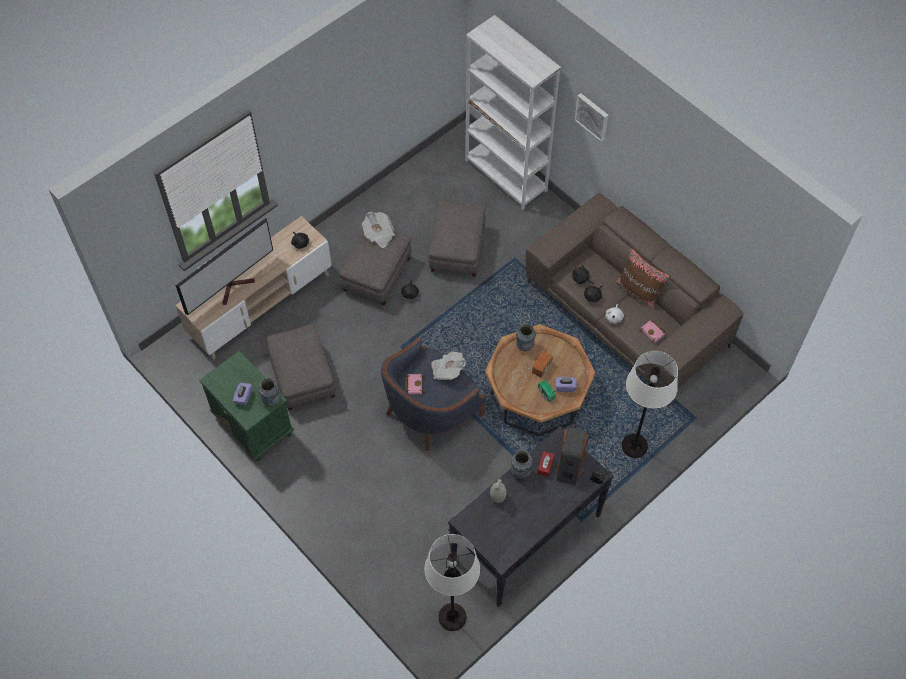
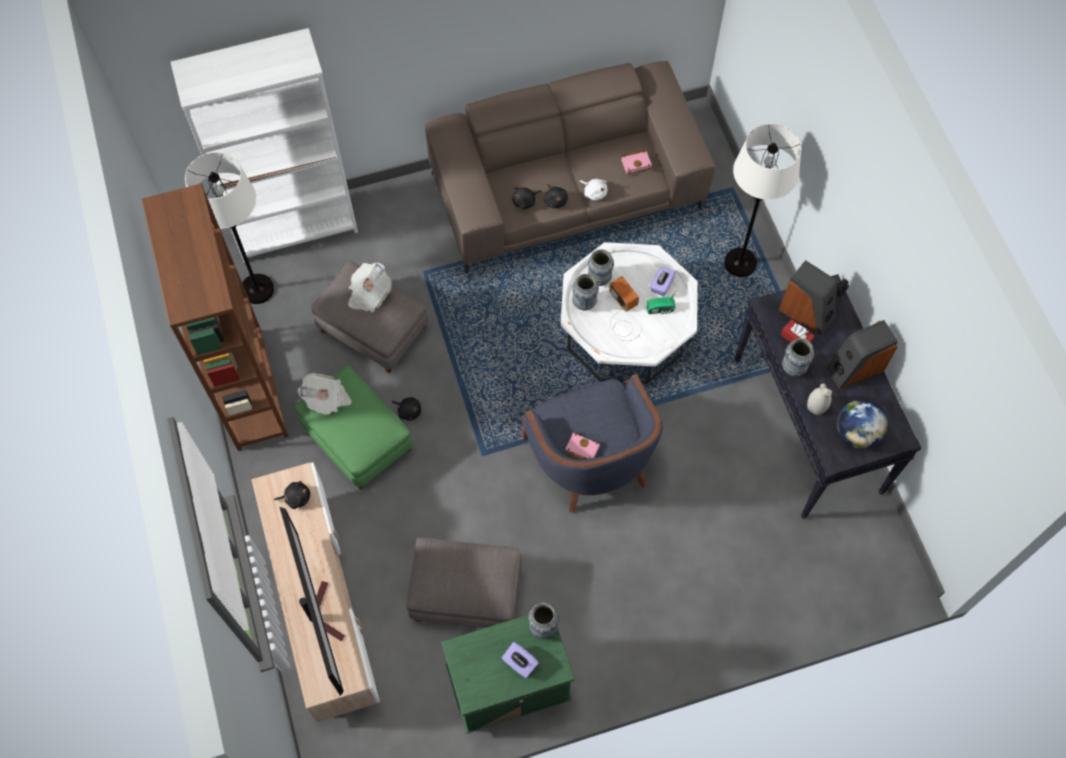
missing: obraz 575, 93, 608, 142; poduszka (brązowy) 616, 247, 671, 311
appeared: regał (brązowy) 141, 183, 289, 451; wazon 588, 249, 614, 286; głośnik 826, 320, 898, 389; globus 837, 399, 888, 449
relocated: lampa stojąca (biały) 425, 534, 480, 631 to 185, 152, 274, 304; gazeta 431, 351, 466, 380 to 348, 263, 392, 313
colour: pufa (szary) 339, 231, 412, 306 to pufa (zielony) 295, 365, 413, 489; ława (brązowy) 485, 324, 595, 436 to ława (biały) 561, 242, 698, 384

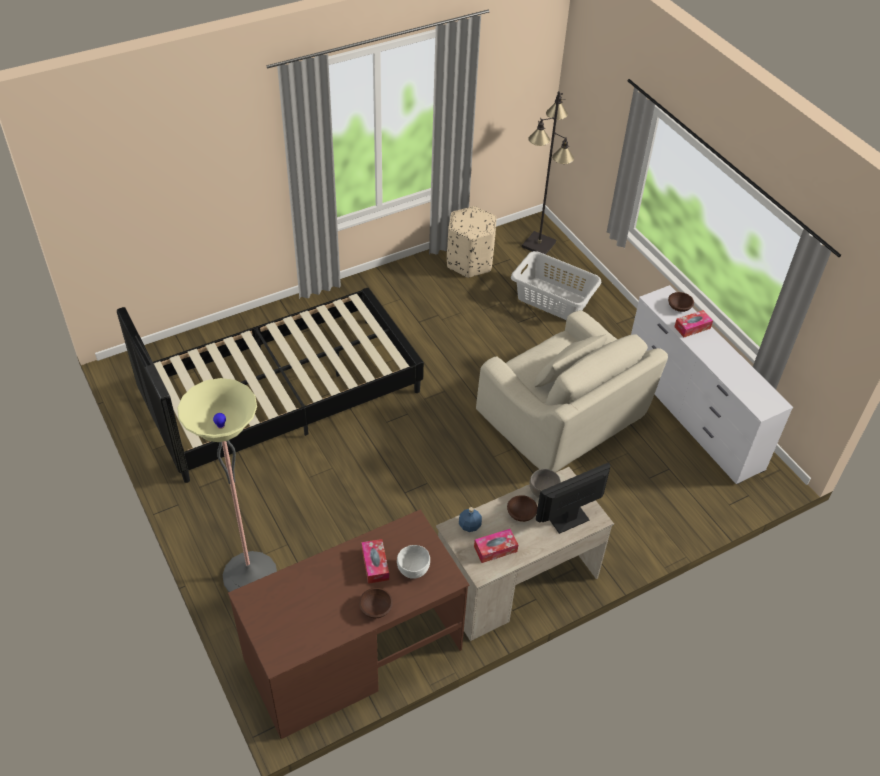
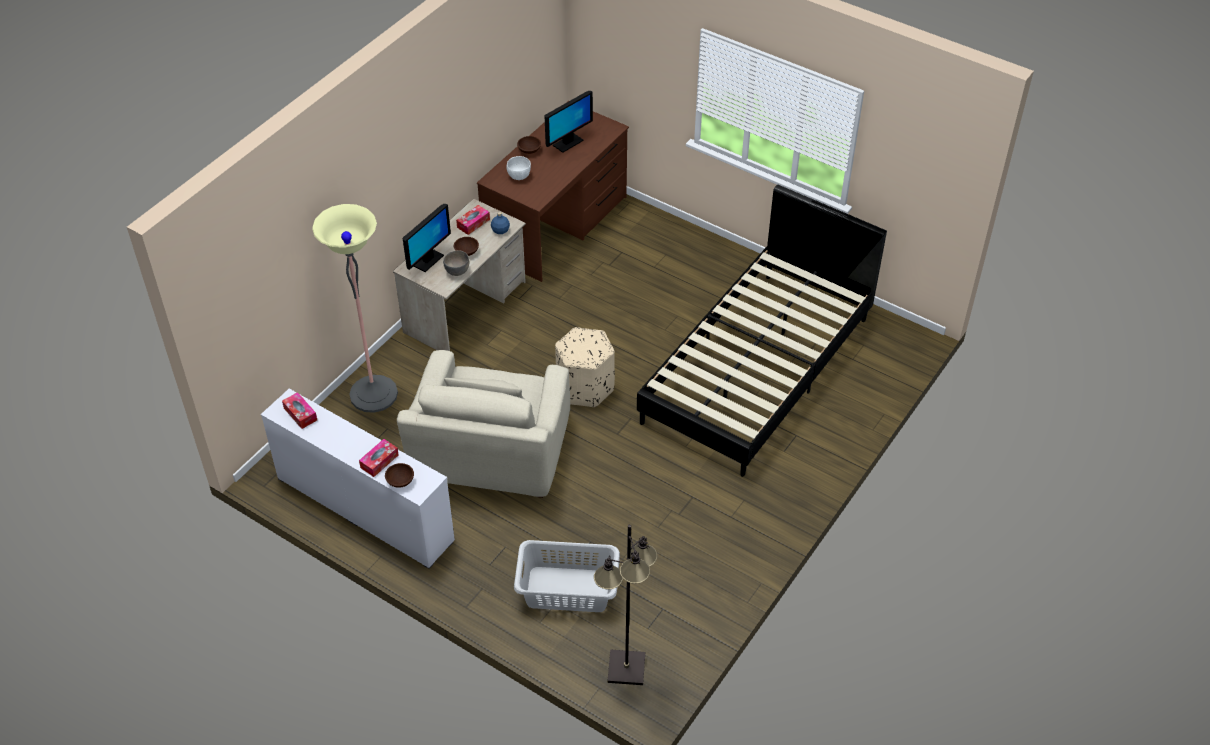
appeared: monitor 545, 91, 593, 153
relocated: pudełko chusteczek 362, 539, 389, 584 to 282, 392, 317, 429; lampa stojąca 177, 378, 277, 592 to 312, 204, 398, 413; pufa (beżowy) 447, 206, 497, 278 to 555, 327, 615, 407
spun: fotel (beżowy) 476, 310, 668, 472 = 397, 350, 570, 498 105 degrees counterclockwise

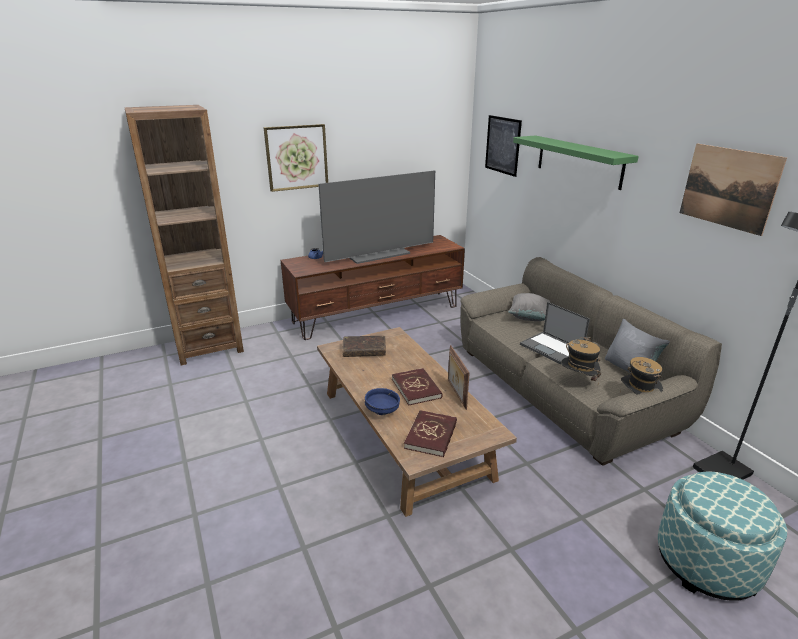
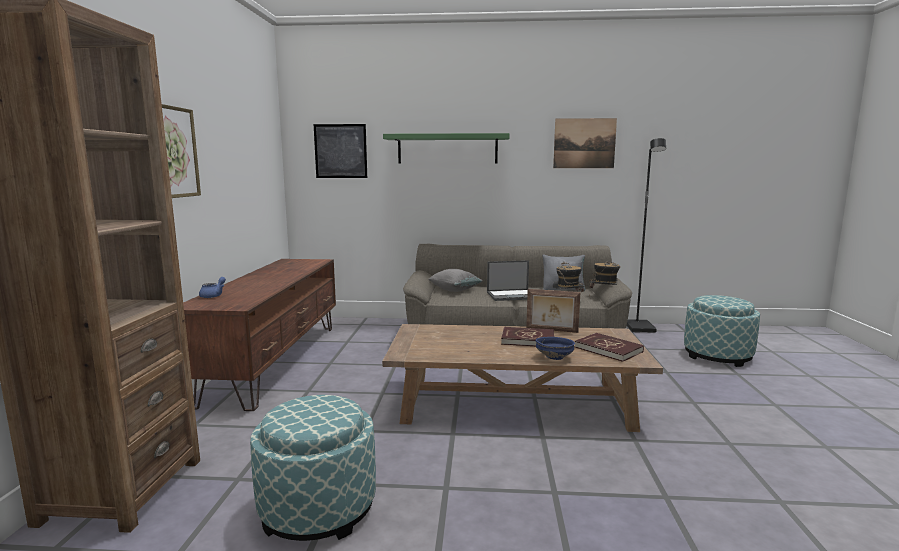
missing: telewizor 318, 170, 435, 264; książka (brązowy) 342, 336, 386, 357
appeared: pufa 250, 395, 376, 541

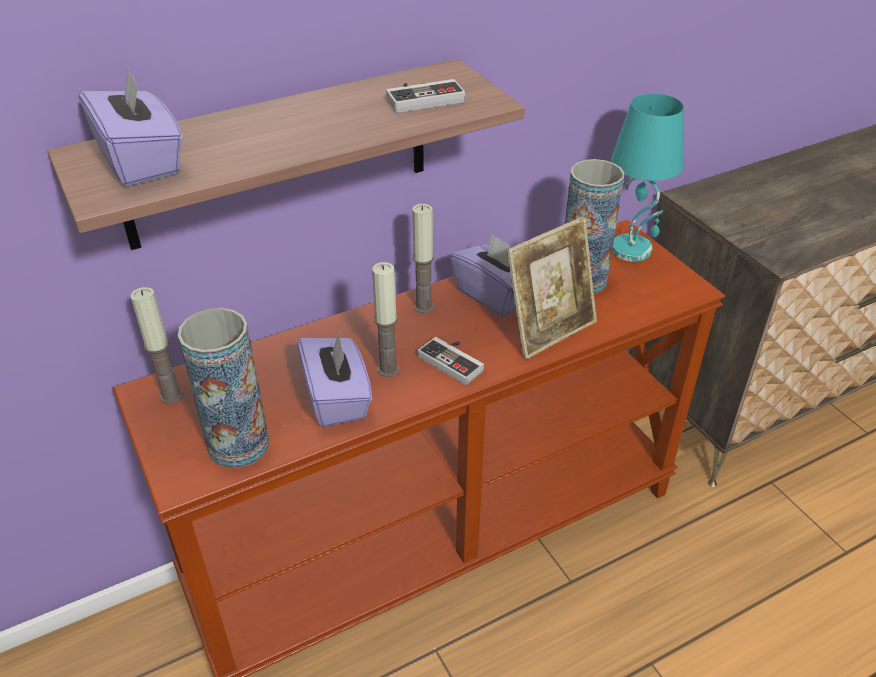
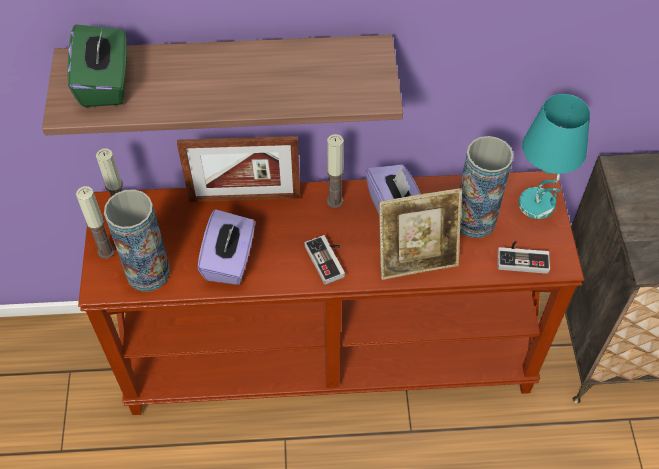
appeared: ramka na zdjęcie 177, 136, 300, 202
relocated: świeca 372, 262, 399, 377 to 76, 186, 115, 259; pad do gier 386, 79, 465, 113 to 498, 241, 550, 274
colour: pudełko chusteczek (fioletowy) 79, 68, 183, 187 to pudełko chusteczek (zielony) 67, 24, 127, 107

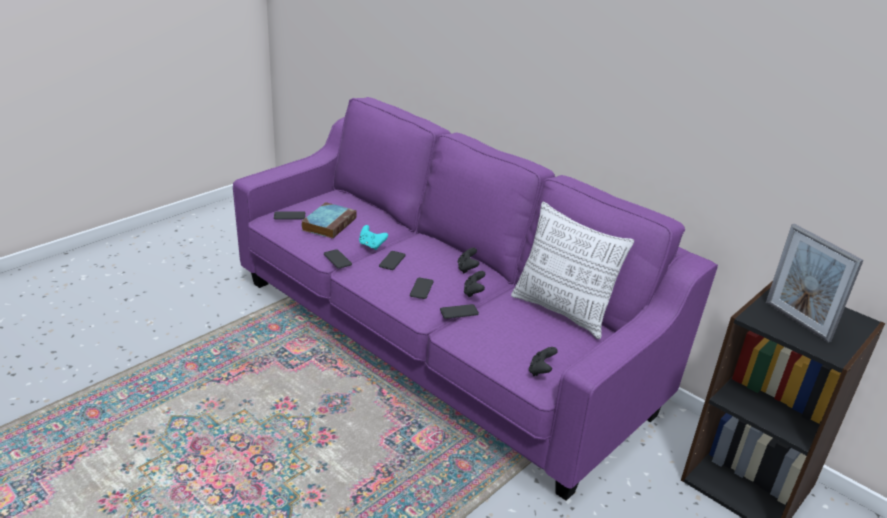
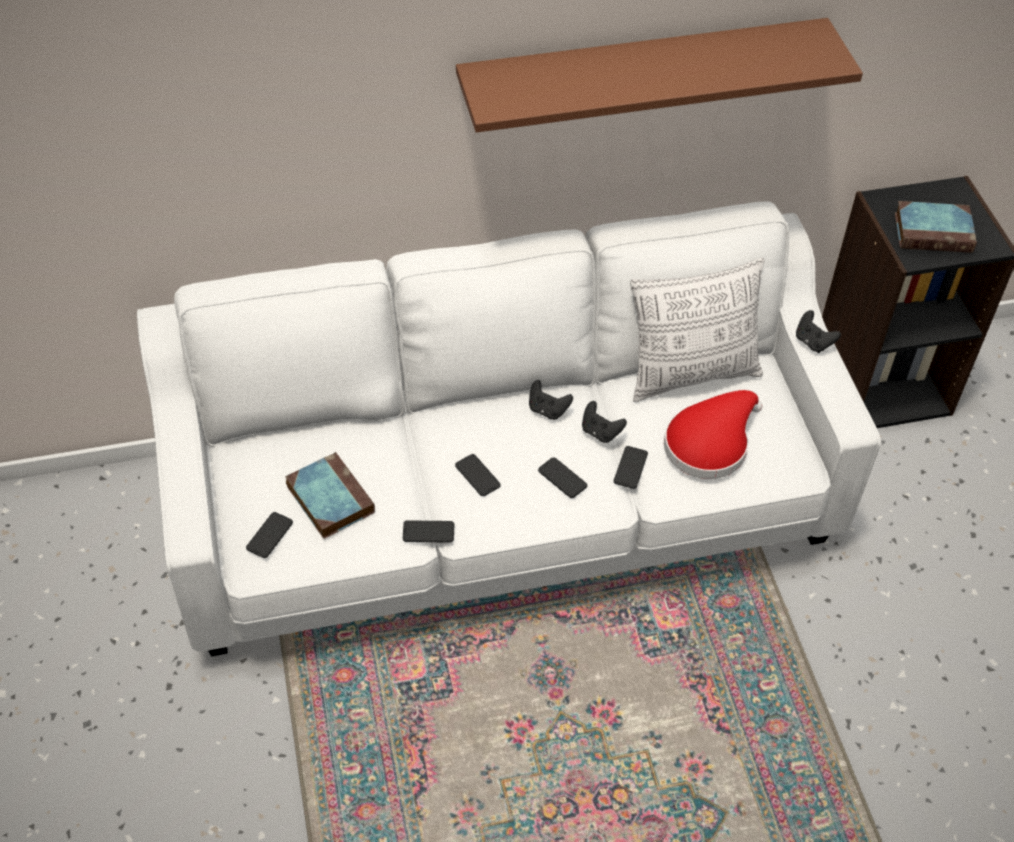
missing: pad do gier (turkusowy) 359, 225, 388, 250
appeared: półka (brązowy) 456, 18, 863, 133; kapelusz (czerwony) 664, 390, 762, 479
relocated: pad do gier (czarny) 529, 347, 558, 376 to 796, 310, 841, 353
exchanged: ramka na zdjęcie 766, 224, 863, 343 to książka 895, 201, 977, 253
colour: kanapa (fioletowy) 233, 97, 718, 501 to kanapa (biały) 137, 201, 881, 656

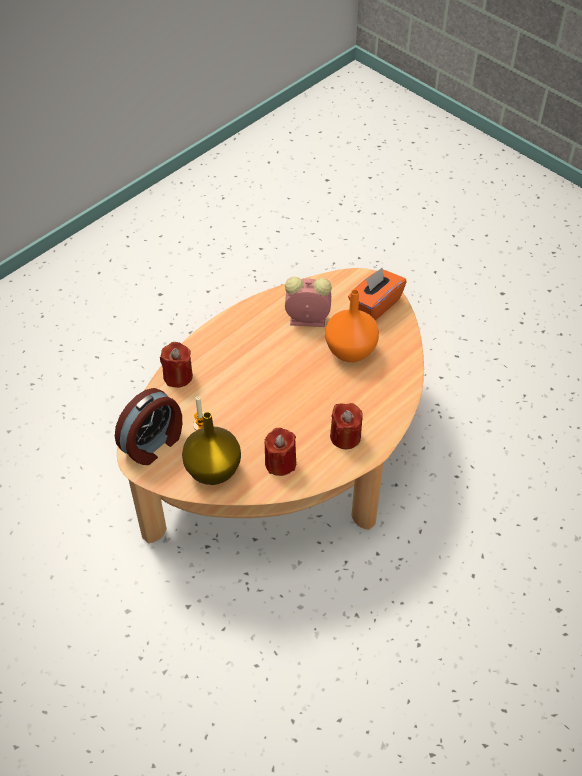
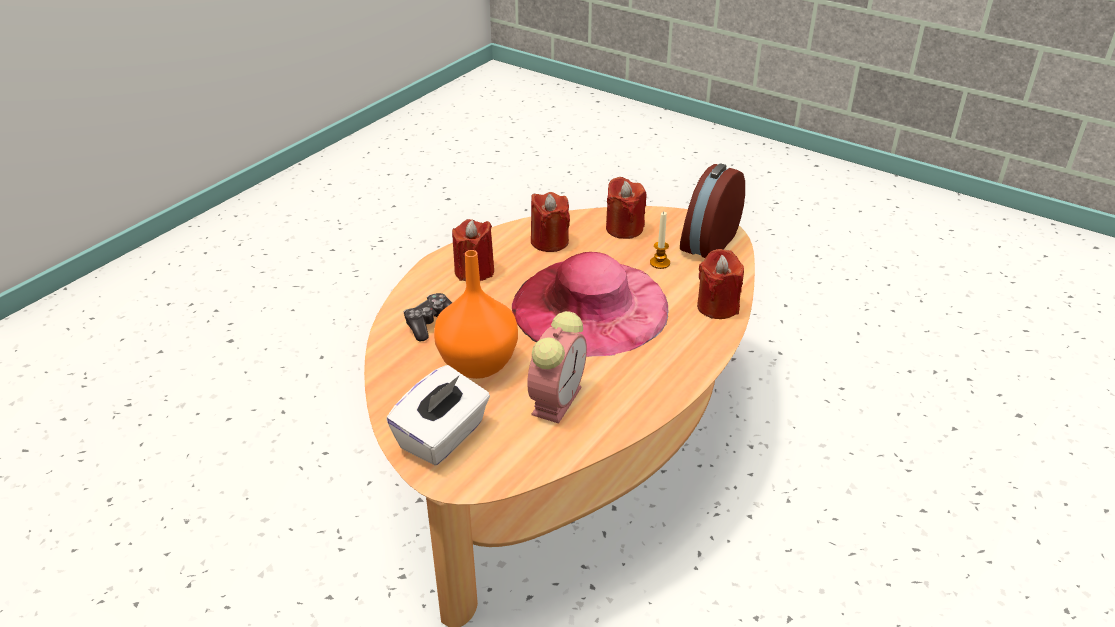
appeared: pad do gier 404, 293, 452, 341; kapelusz (różowy) 512, 252, 668, 357
exchanged: wazon (żółty) 182, 412, 241, 485 to świeca (czerwony) 606, 177, 646, 239
colour: pudełko chusteczek (pomarańczowy) 348, 268, 407, 320 to pudełko chusteczek (biały) 386, 365, 490, 465
spun: budzik 285, 277, 332, 327 = 527, 311, 587, 424 60 degrees counterclockwise

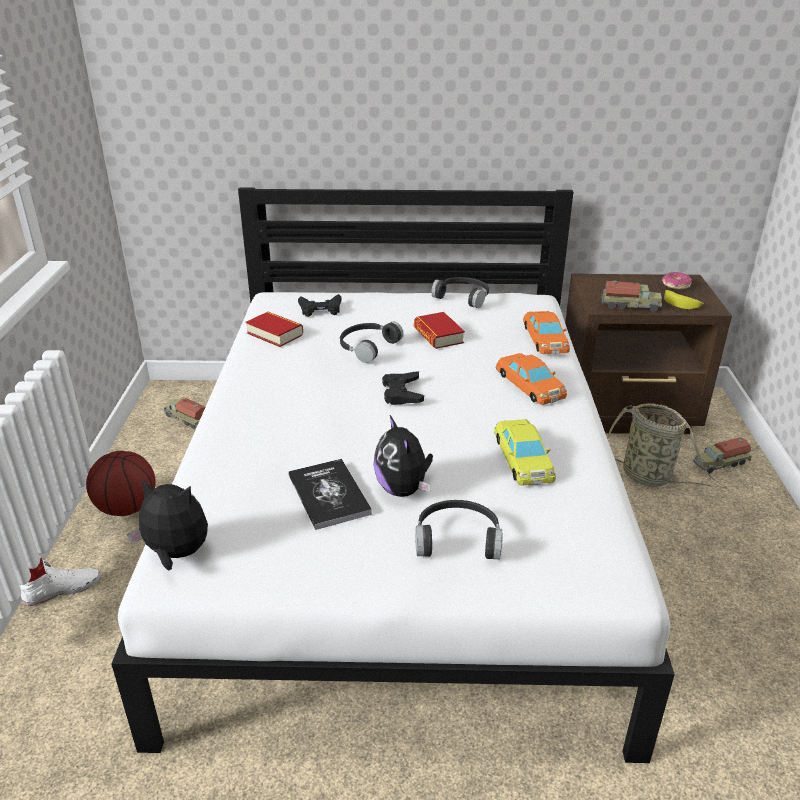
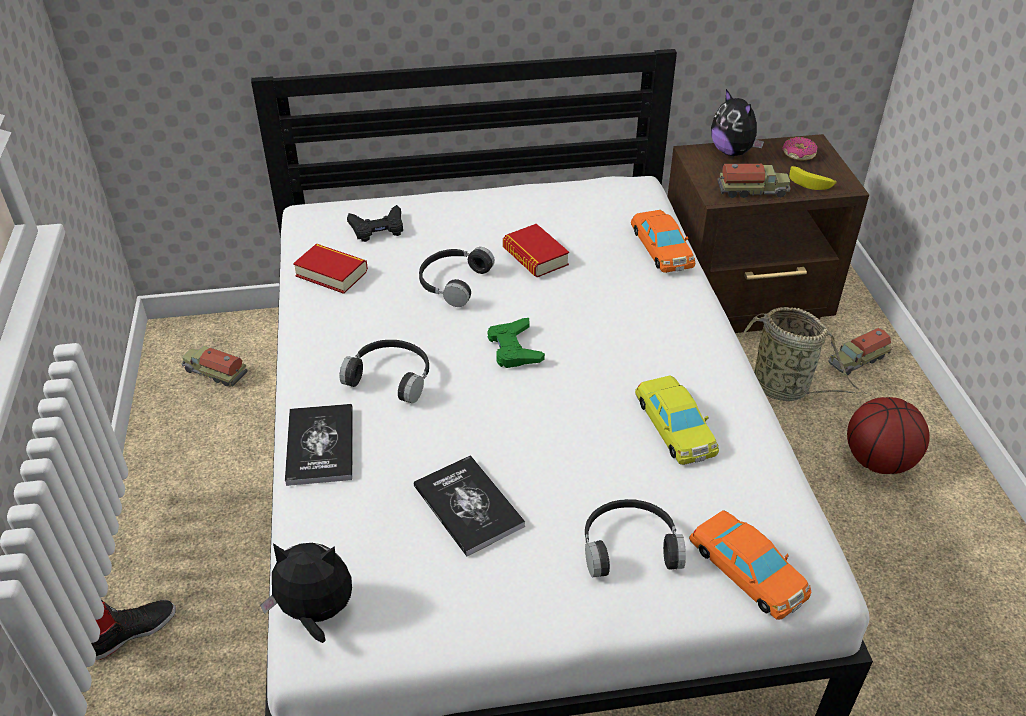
appeared: książka 285, 404, 352, 486
relocated: słuchawki (czarny) 431, 277, 489, 308 to 339, 340, 429, 404; samochodzik (pomarańczowy) 496, 353, 567, 405 to 689, 510, 811, 620; pluszak 373, 415, 433, 497 to 711, 89, 764, 156; piłka do koszykówki 86, 451, 156, 516 to 847, 397, 929, 474
colour: but (biały) 19, 556, 101, 606 to but (czarny) 91, 600, 176, 660; pad do gier (czarny) 382, 371, 424, 405 to pad do gier (zielony) 488, 318, 545, 368

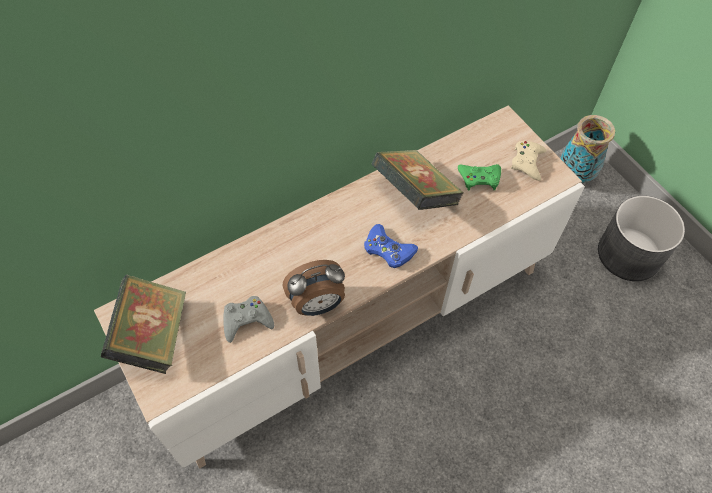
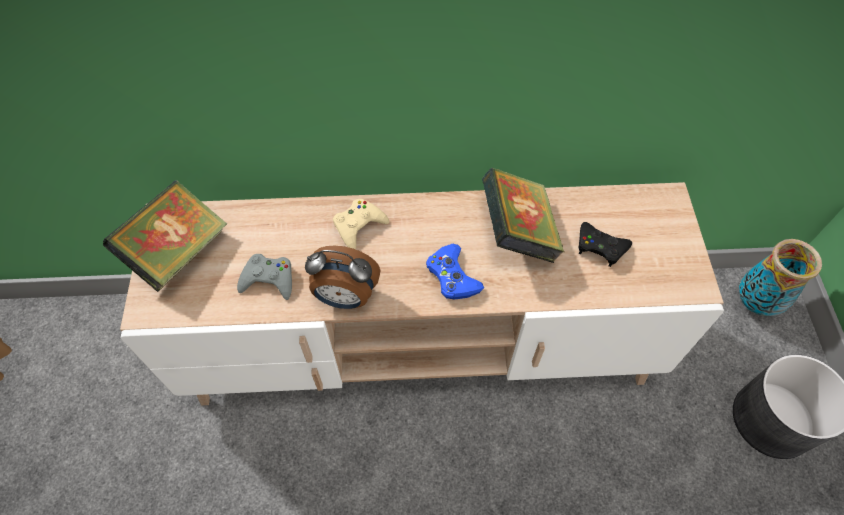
relocated: pad do gier (beżowy) 511, 141, 547, 181 to 333, 199, 389, 249
colour: pad do gier (zielony) 458, 164, 501, 190 to pad do gier (czarny) 579, 222, 632, 267

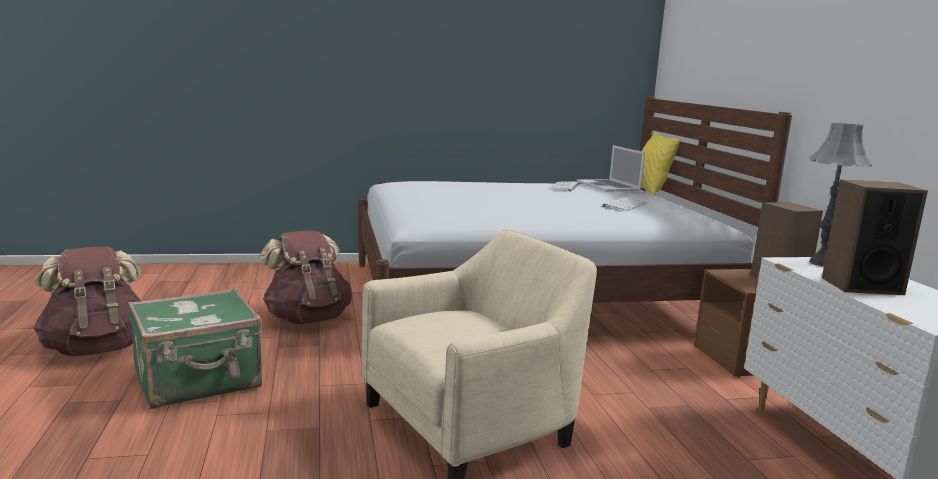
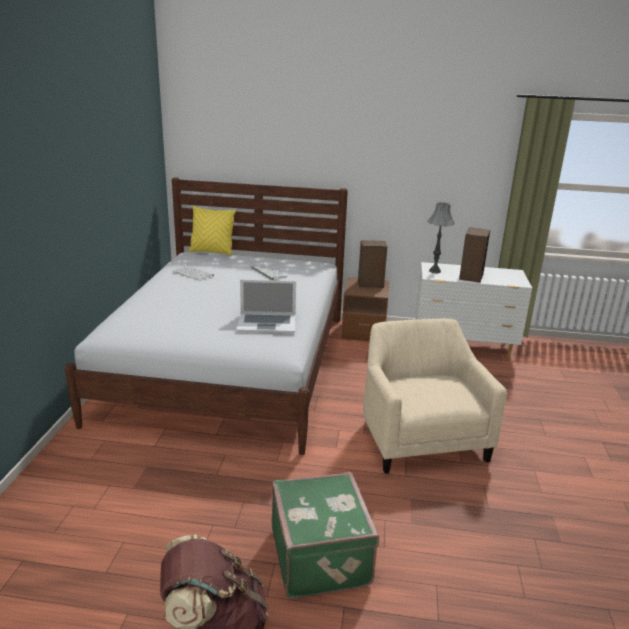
missing: plecak (brązowy) 259, 230, 352, 324
relocated: laptop 577, 145, 645, 192 to 237, 280, 296, 333

